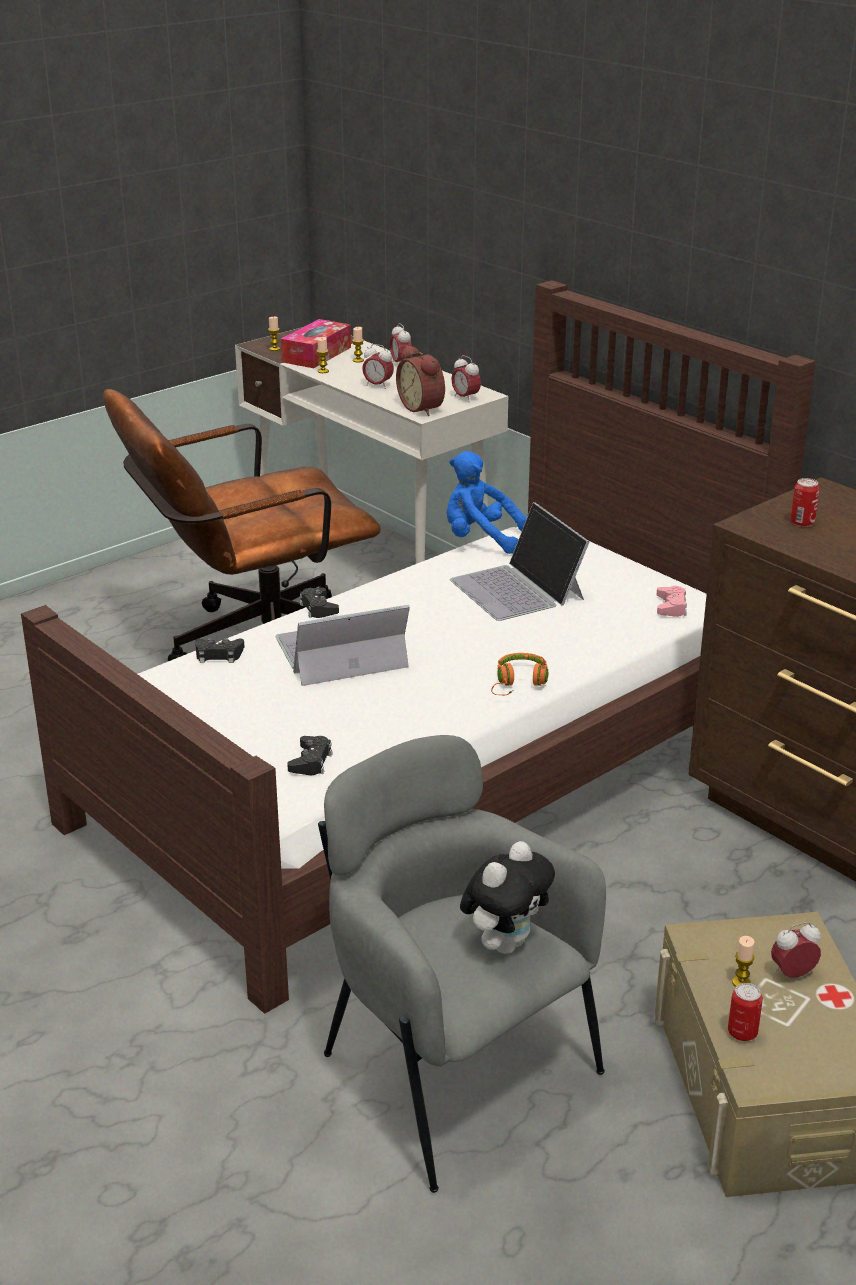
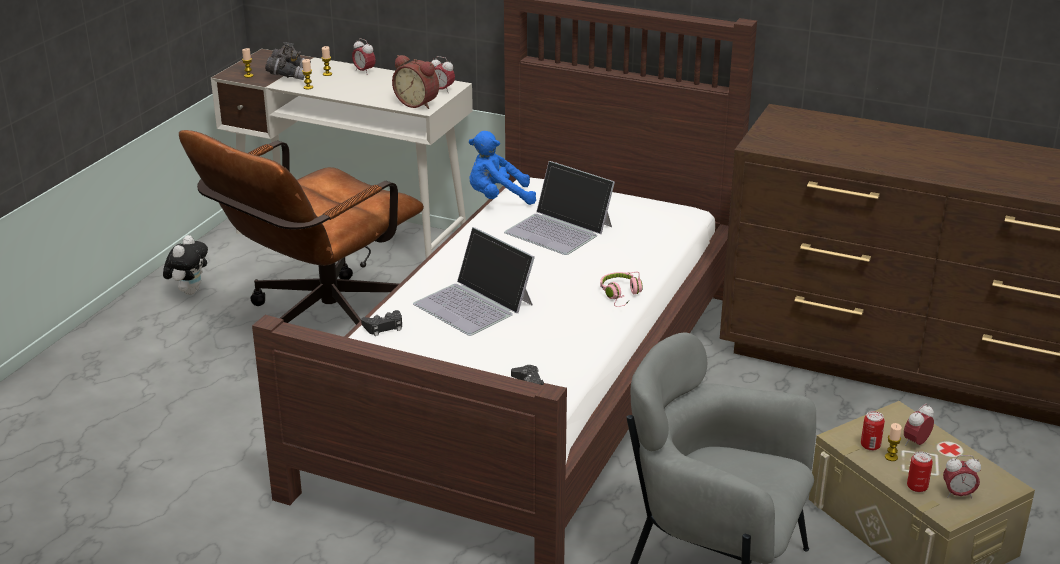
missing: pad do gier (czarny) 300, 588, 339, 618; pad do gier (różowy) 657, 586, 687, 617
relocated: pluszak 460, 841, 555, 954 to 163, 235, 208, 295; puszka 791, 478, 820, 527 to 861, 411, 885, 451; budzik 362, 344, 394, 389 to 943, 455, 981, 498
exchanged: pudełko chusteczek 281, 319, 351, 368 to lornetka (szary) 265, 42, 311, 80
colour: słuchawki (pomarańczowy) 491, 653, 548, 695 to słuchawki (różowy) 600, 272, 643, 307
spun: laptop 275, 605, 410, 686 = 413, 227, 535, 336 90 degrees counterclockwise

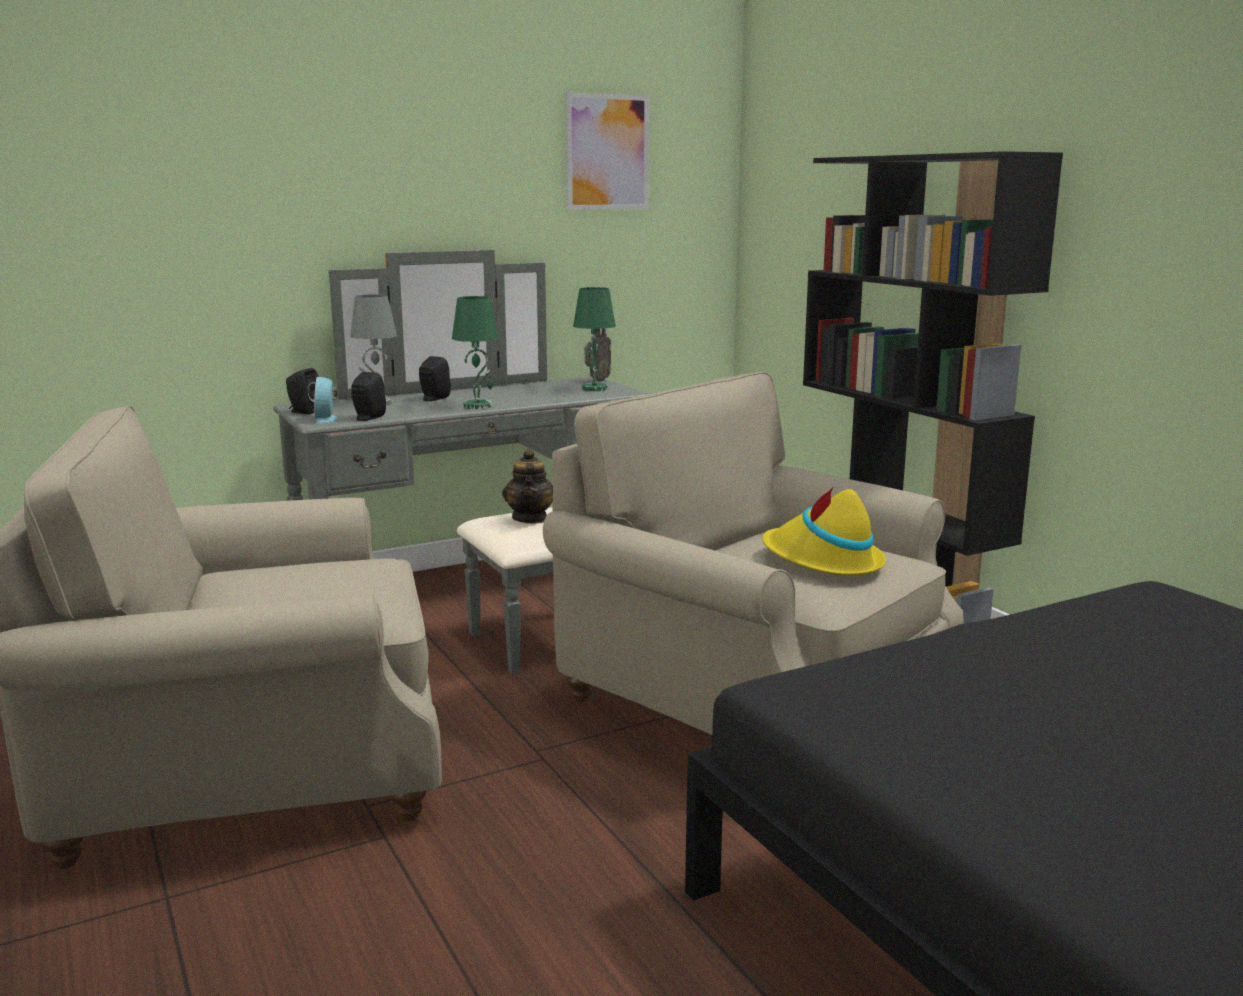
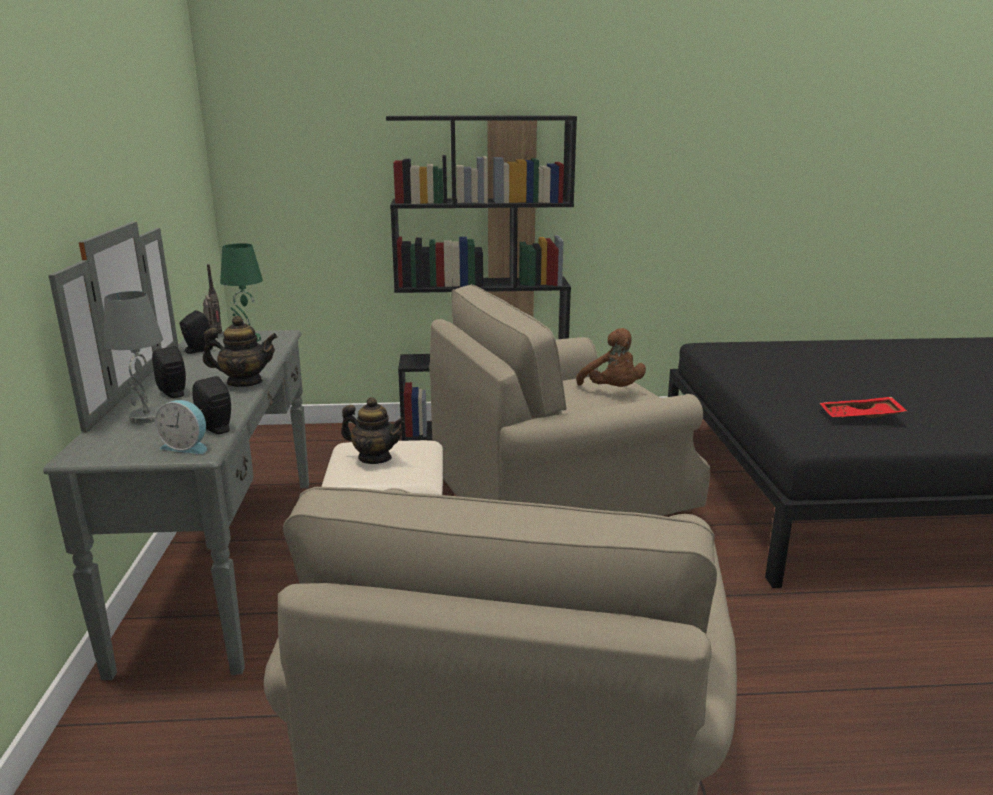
missing: obraz 565, 92, 649, 210
appeared: taca (czerwony) 820, 397, 907, 418
relocated: głośnik (czarny) 286, 368, 319, 415 to 180, 310, 213, 354
exchanged: lampa stołowa (zielony) 452, 296, 498, 409 to imbryk 203, 316, 278, 387; kapelusz (żółty) 762, 486, 886, 576 to pluszak (brązowy) 576, 328, 646, 387

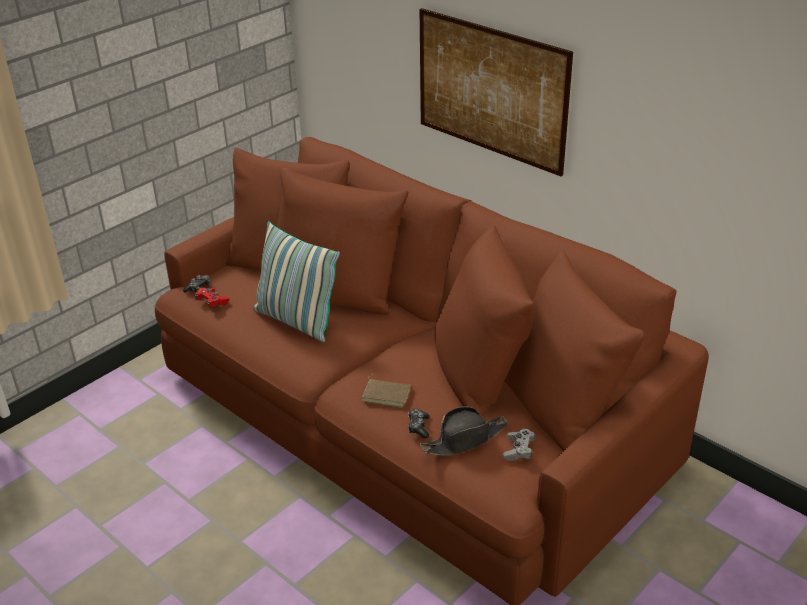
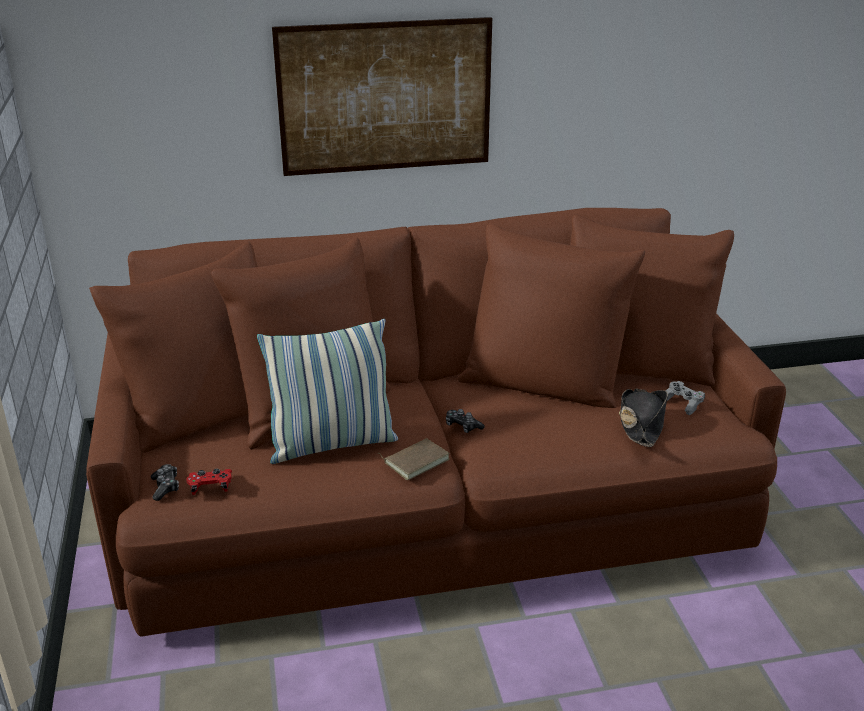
relocated: książka (brązowy) 361, 374, 411, 408 to 378, 438, 449, 480; pad do gier 407, 408, 429, 438 to 446, 409, 485, 433

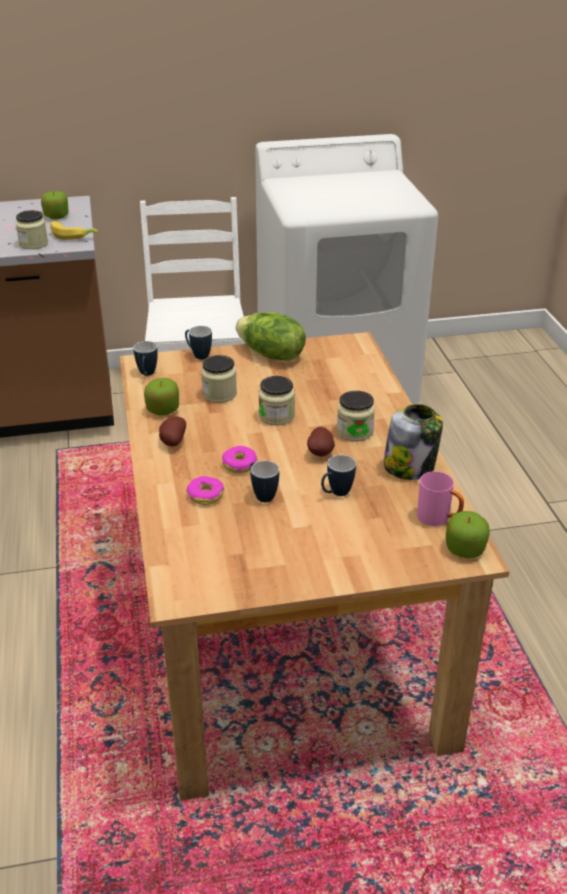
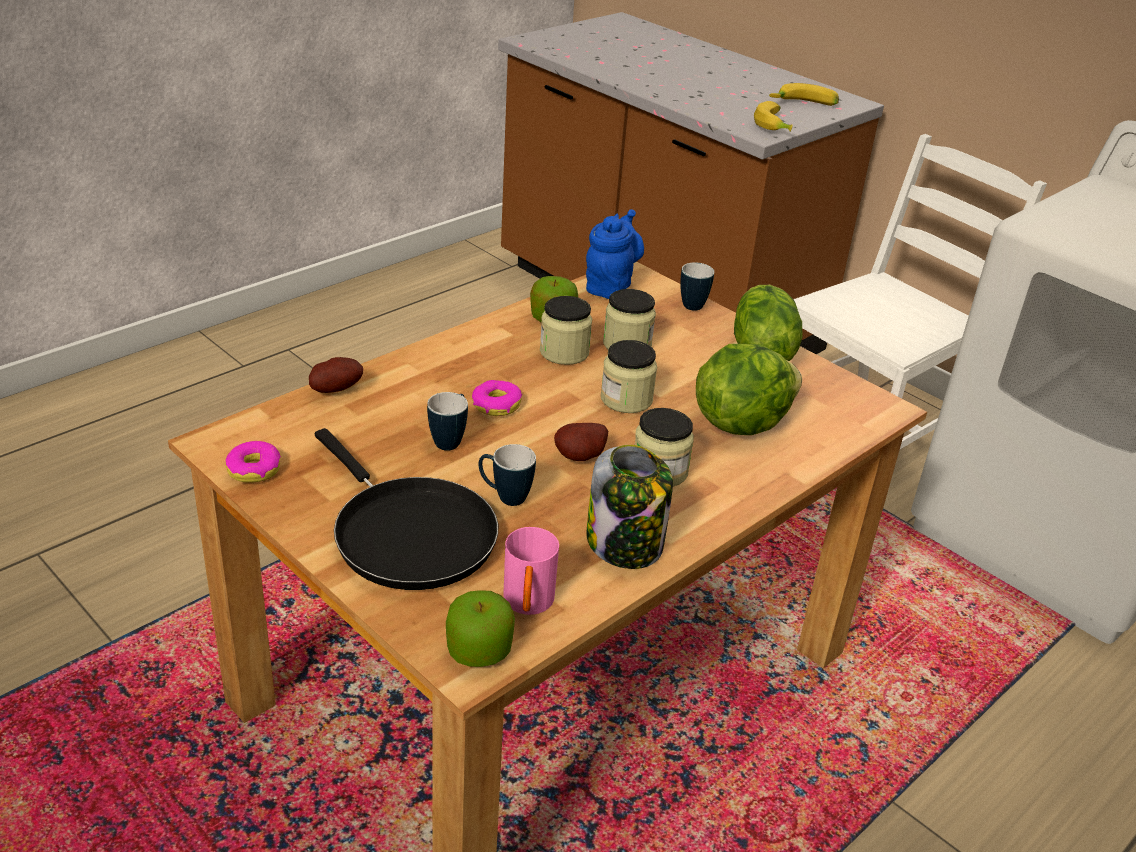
appeared: patelnia (czarny) 315, 428, 498, 590; sałata 696, 344, 802, 435
relocated: donut 186, 476, 224, 505 to 225, 441, 281, 483; ziemniak 159, 416, 186, 447 to 309, 357, 363, 393; słoik 16, 210, 48, 249 to 540, 296, 592, 365
exchanged: kubek 133, 341, 158, 376 to imbryk (niebieski) 586, 210, 644, 299; jabłko 41, 191, 69, 219 to banan 769, 83, 839, 106

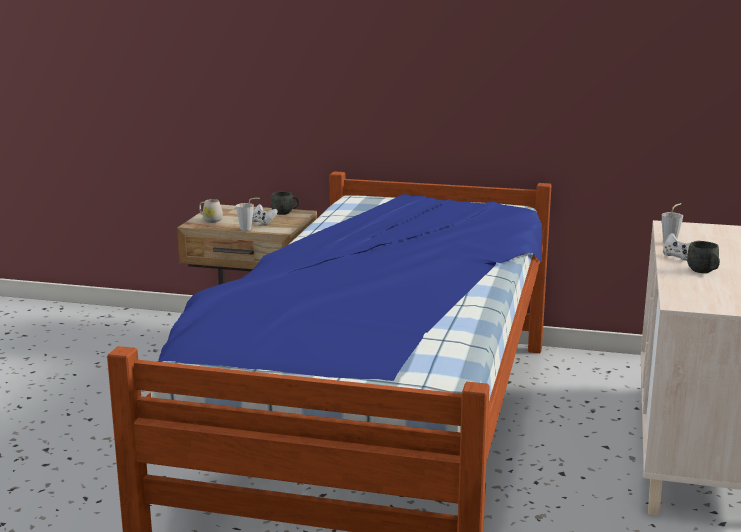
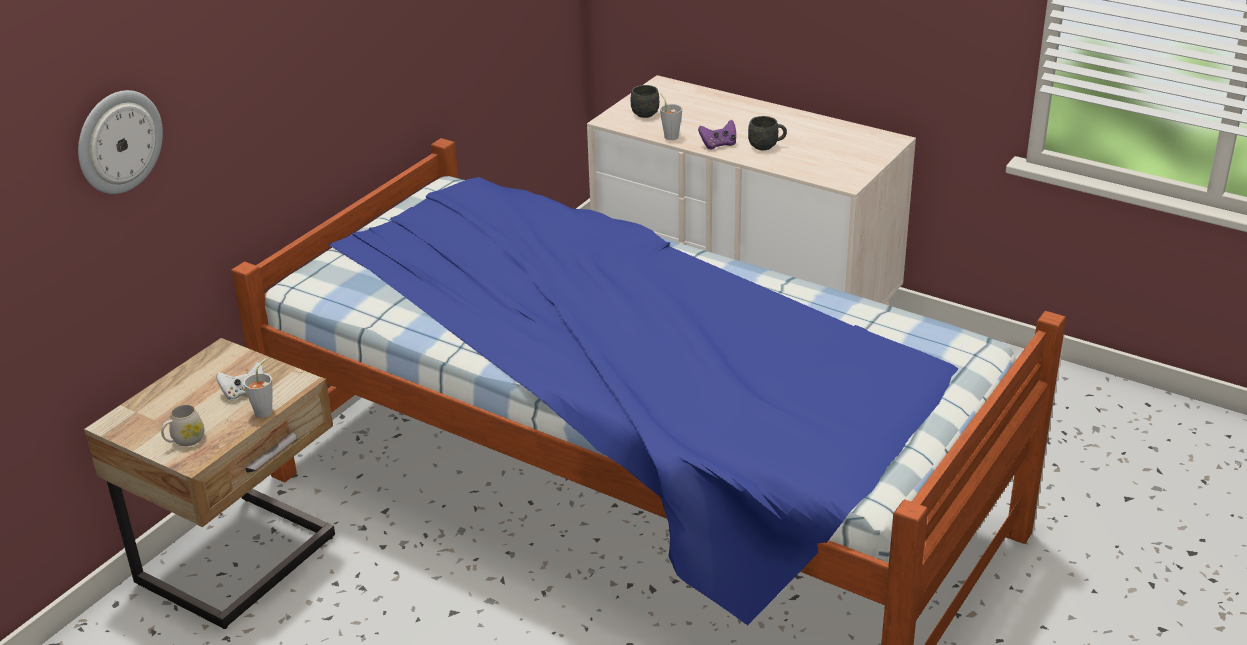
appeared: zegar ścienny 78, 90, 163, 194
relocated: kubek (szary) 271, 192, 299, 215 to 631, 85, 659, 118
colour: pad do gier (biały) 663, 233, 701, 261 to pad do gier (fioletowy) 698, 120, 736, 149

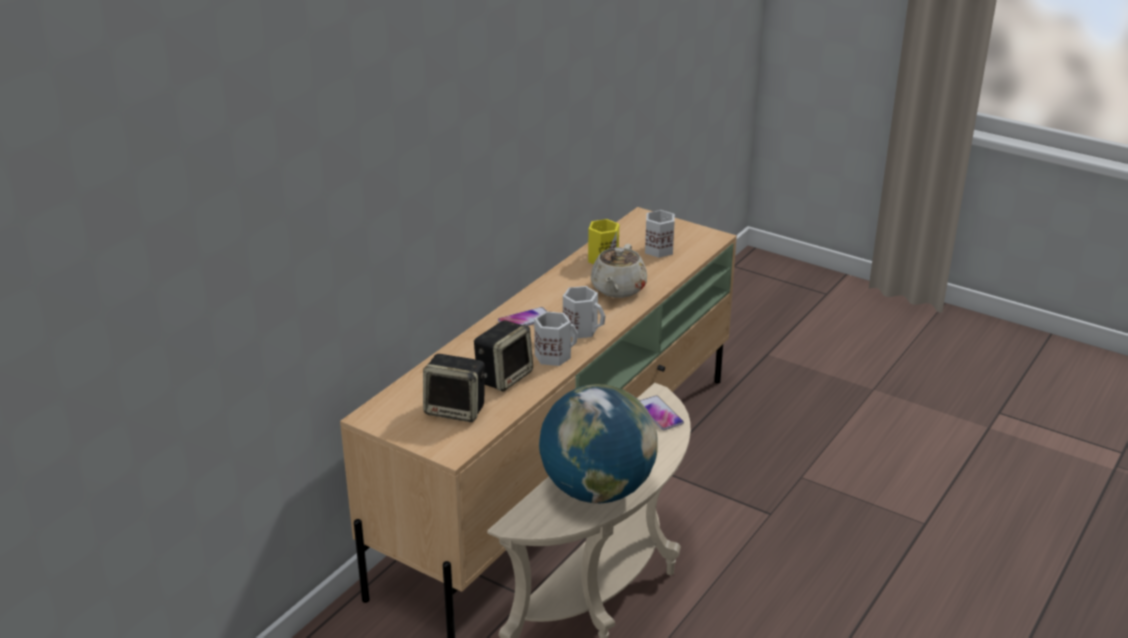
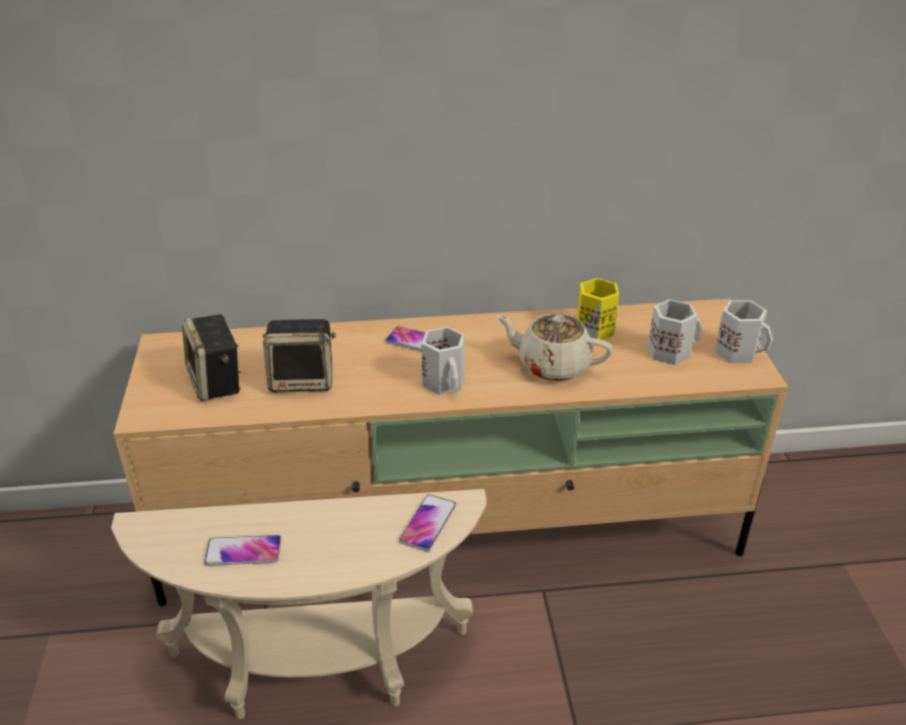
relocated: kubek (biały) 534, 311, 578, 366 to 715, 300, 773, 363
exchanged: globus 539, 384, 658, 503 to telefon 204, 535, 282, 566
spun: imbryk (beżowy) 591, 244, 647, 298 = 496, 313, 613, 381 45 degrees clockwise

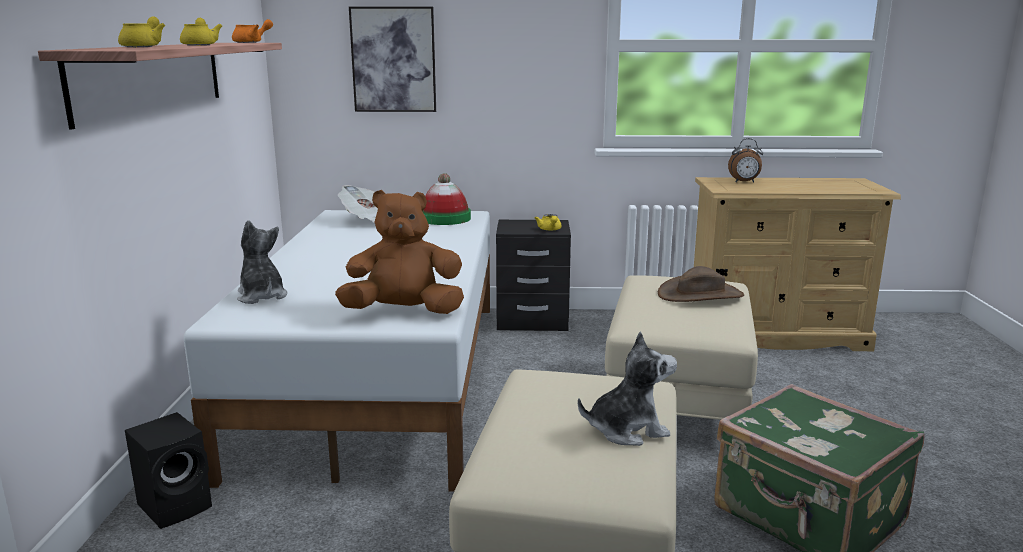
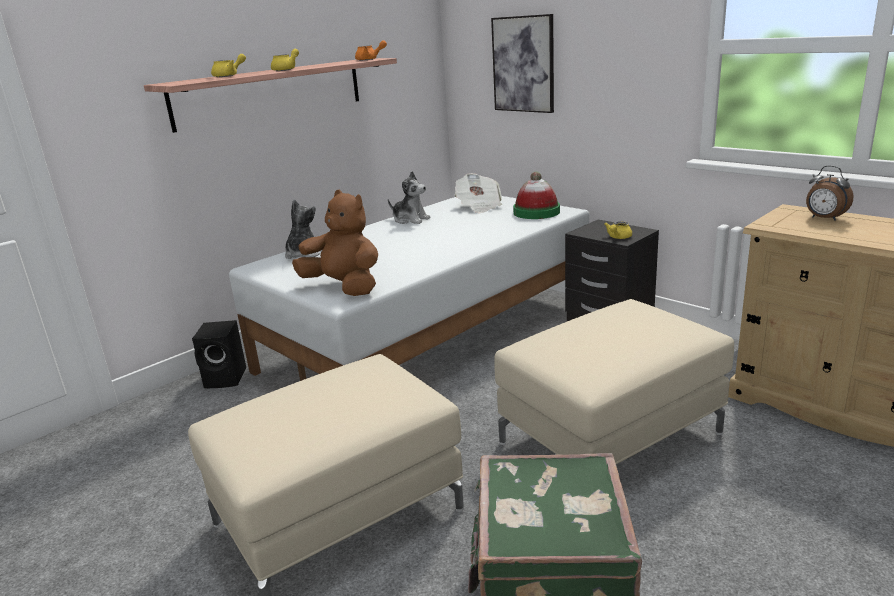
missing: kapelusz (brązowy) 658, 266, 744, 302
relocated: pluszak 578, 332, 677, 446 to 388, 171, 431, 224

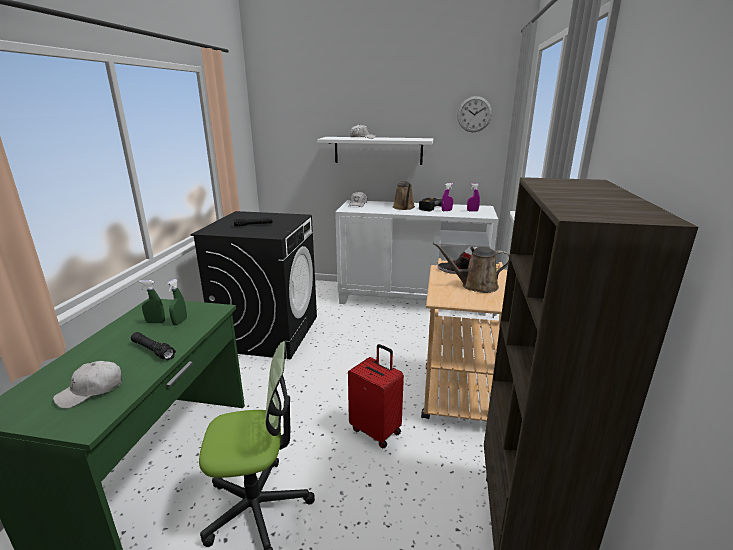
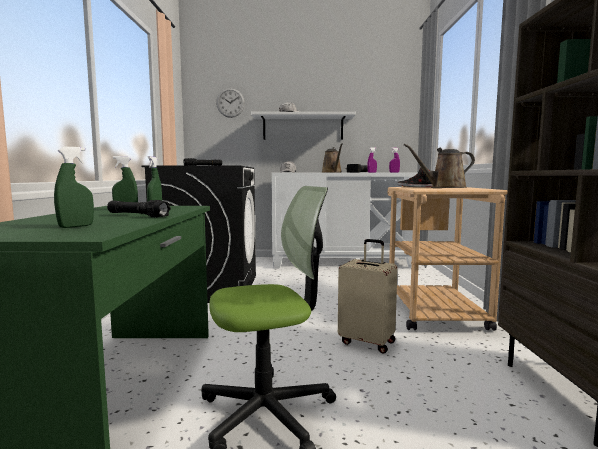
relocated: zegar ścienny 457, 96, 492, 132 to 216, 88, 245, 118
exchanged: czapka z daszkiem (biały) 53, 361, 122, 409 to spryskiwacz (zielony) 54, 147, 94, 228
colour: walizka (czerwony) 348, 344, 404, 449 to walizka (beżowy) 338, 239, 398, 354

